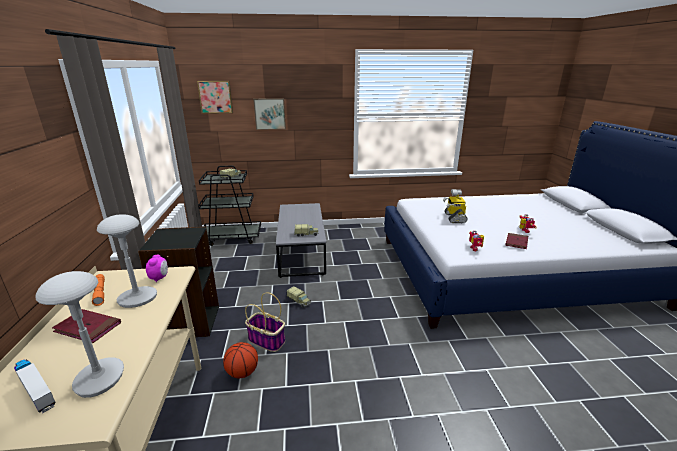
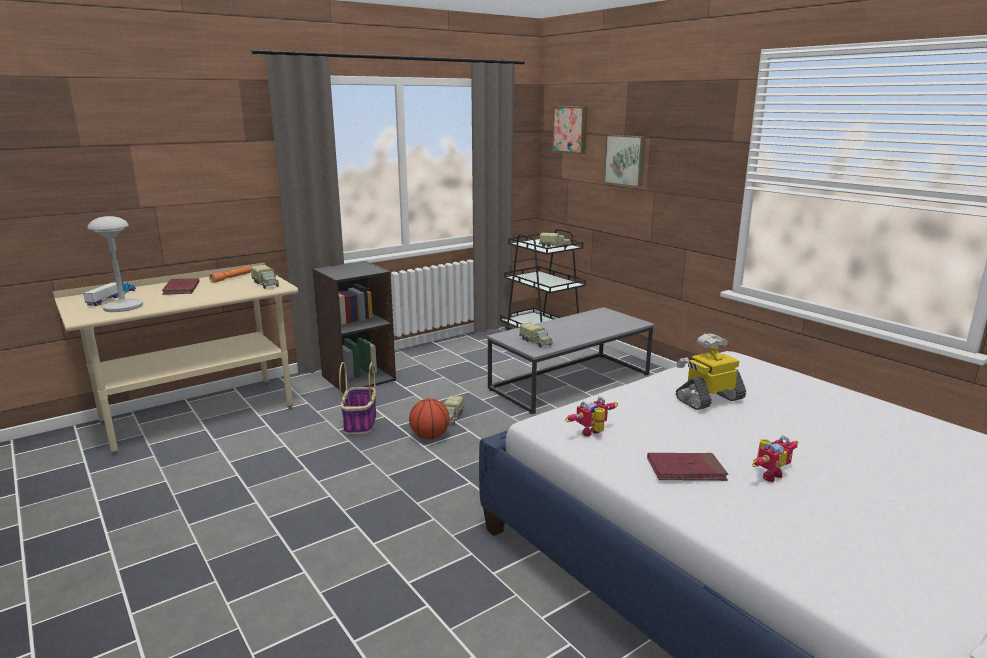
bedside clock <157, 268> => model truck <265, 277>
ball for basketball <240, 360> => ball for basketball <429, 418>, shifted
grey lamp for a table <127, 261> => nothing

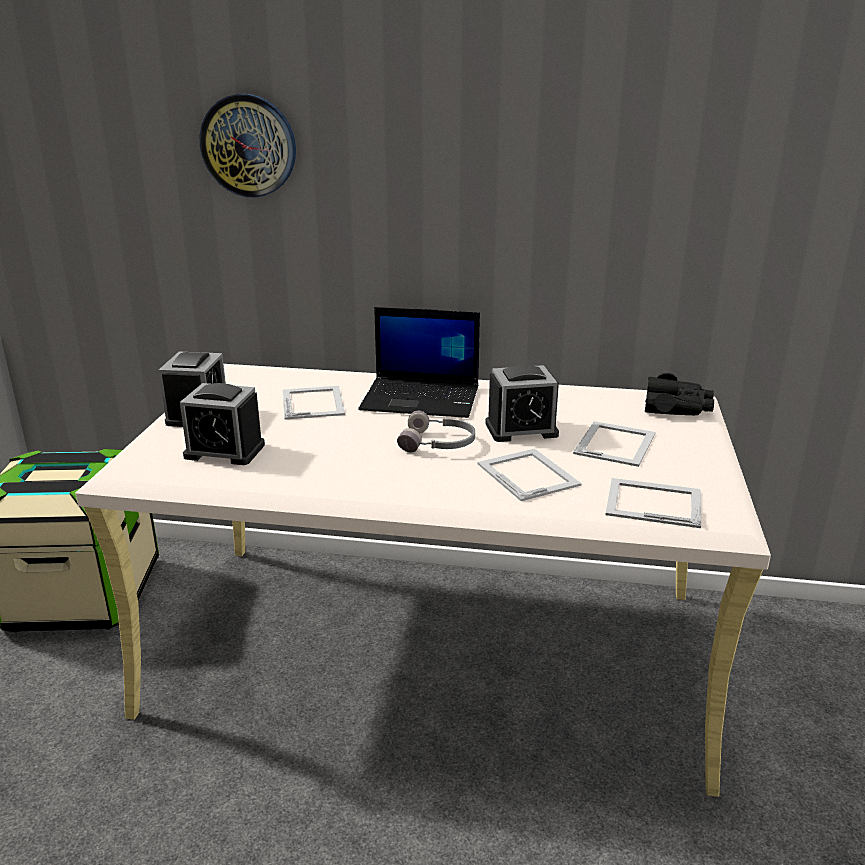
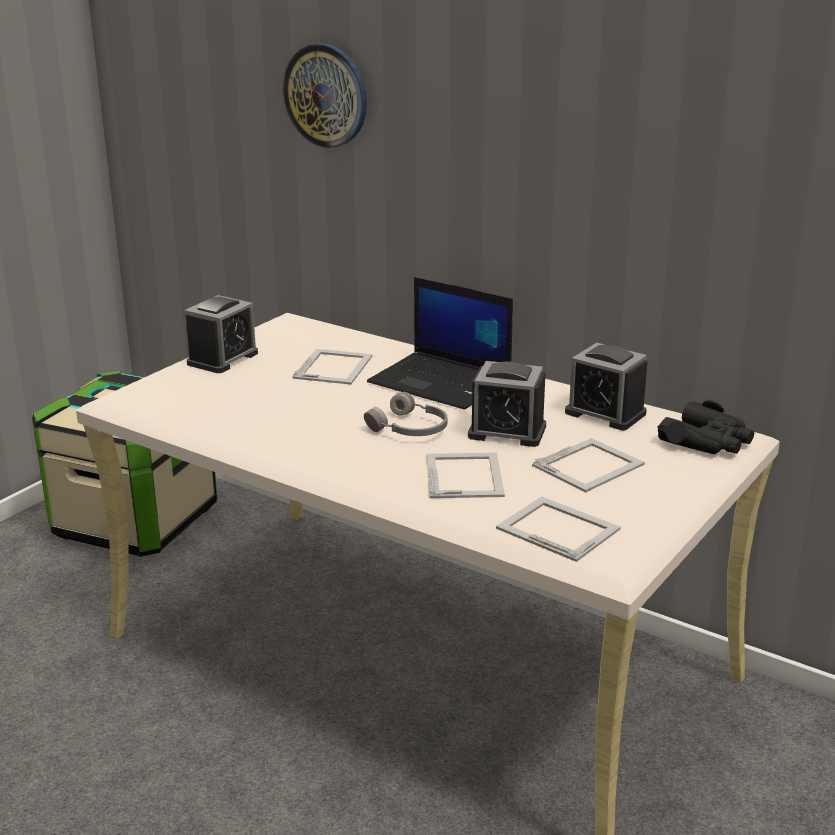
bedside clock <222, 424> => bedside clock <606, 386>, shifted

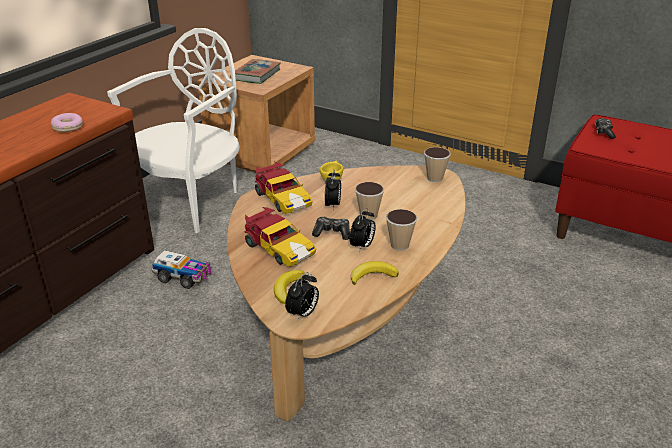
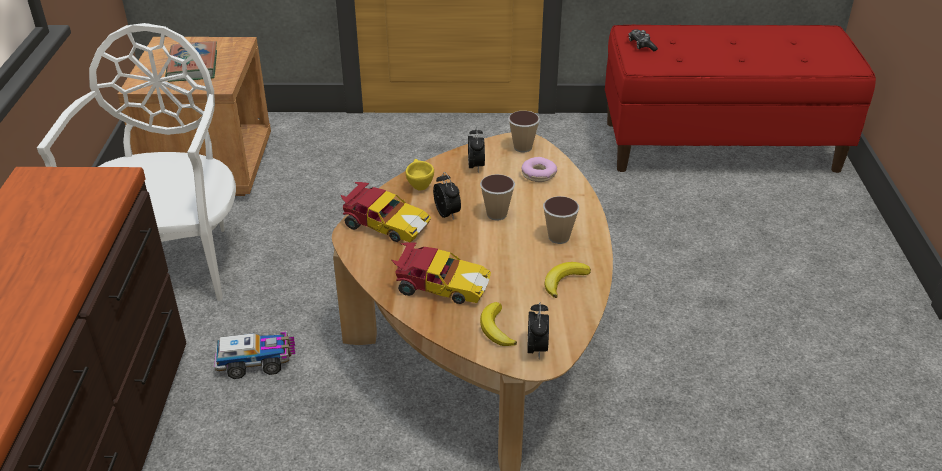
bedside clock <362, 230> => bedside clock <476, 149>, shifted
doughnut <67, 122> => doughnut <539, 169>, shifted
joypad <331, 228> => nothing

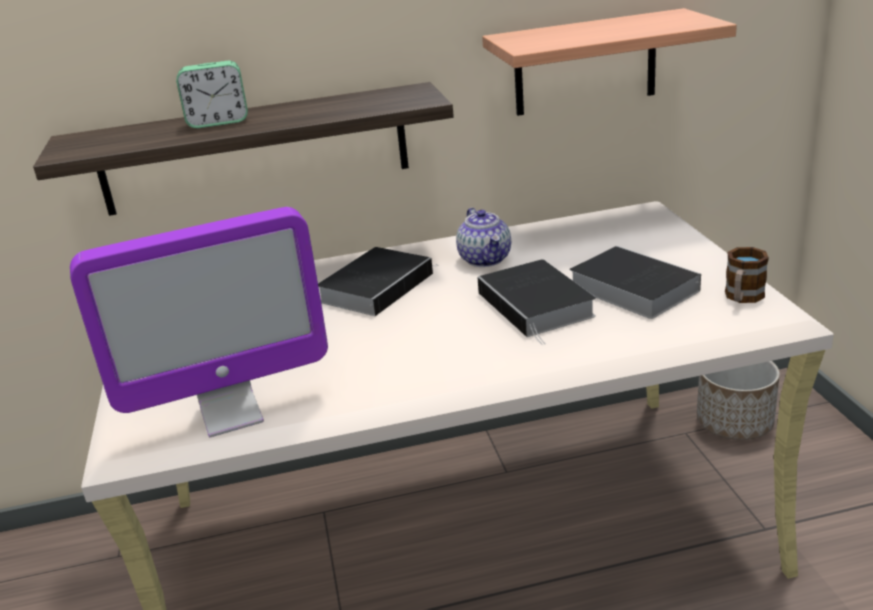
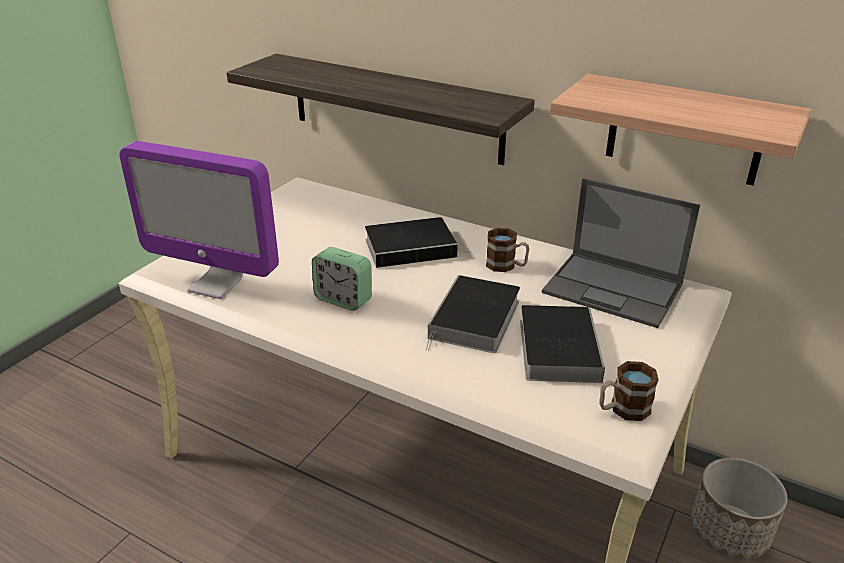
bedside clock <212, 94> => bedside clock <342, 279>, shifted
teapot <483, 237> => tea mug <507, 250>
nothing => laptop <621, 253>

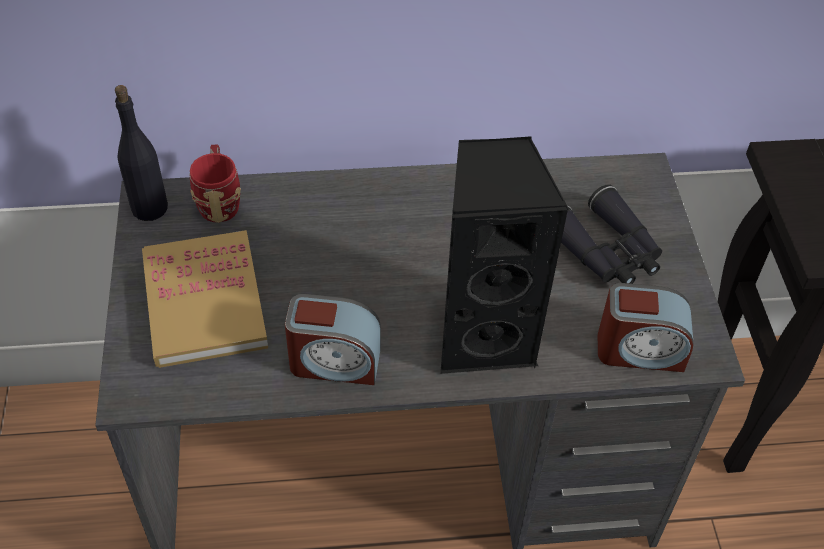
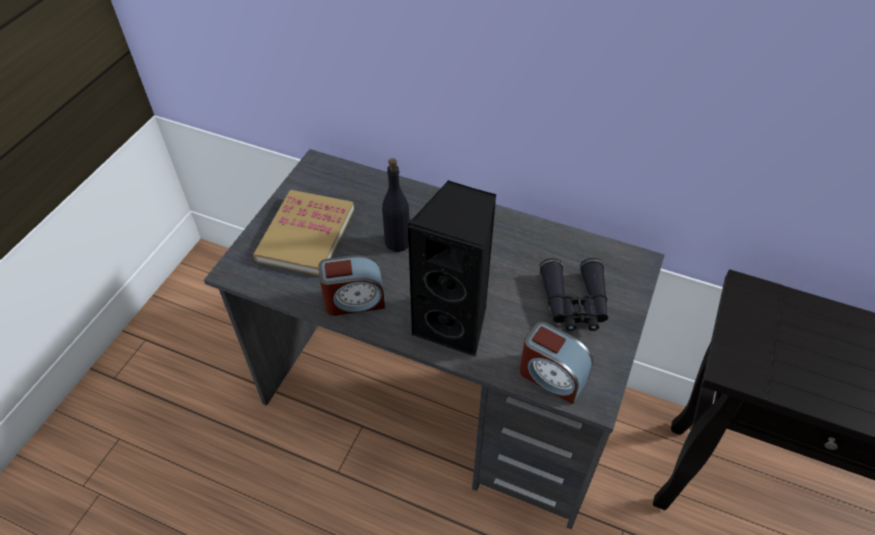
bedside clock <333, 339> => bedside clock <351, 285>, 45 degrees counterclockwise
blackish beverage bottle <141, 153> => blackish beverage bottle <396, 205>, shifted
reddish tea mug <215, 183> => nothing

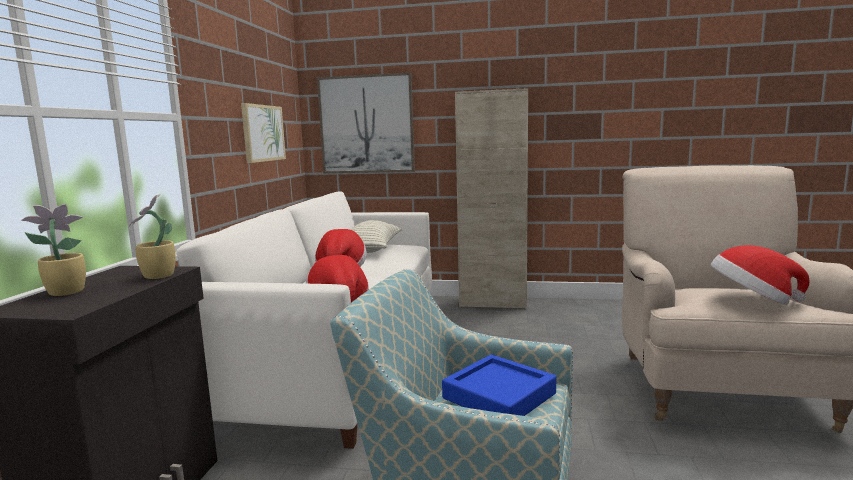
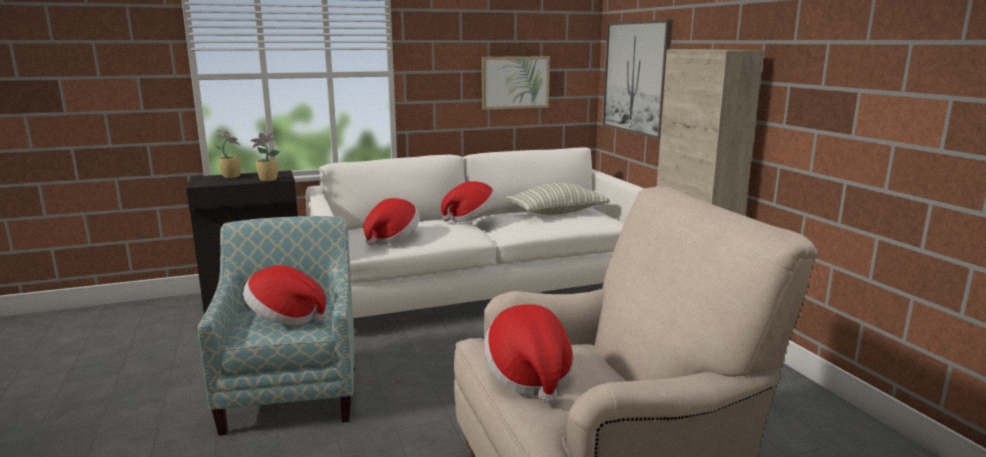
blue-coloured tray <499, 385> => wearable hat <284, 295>

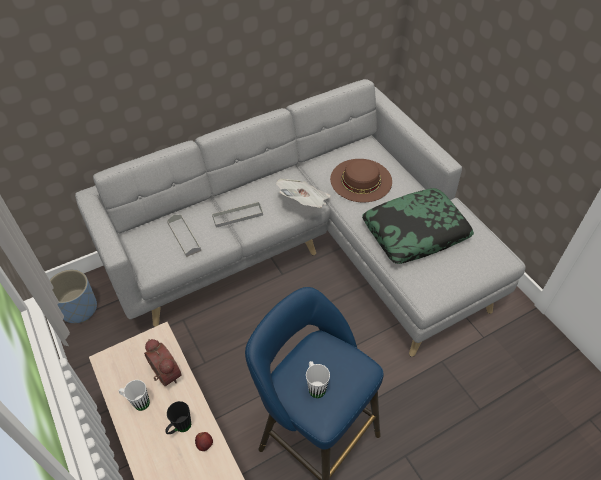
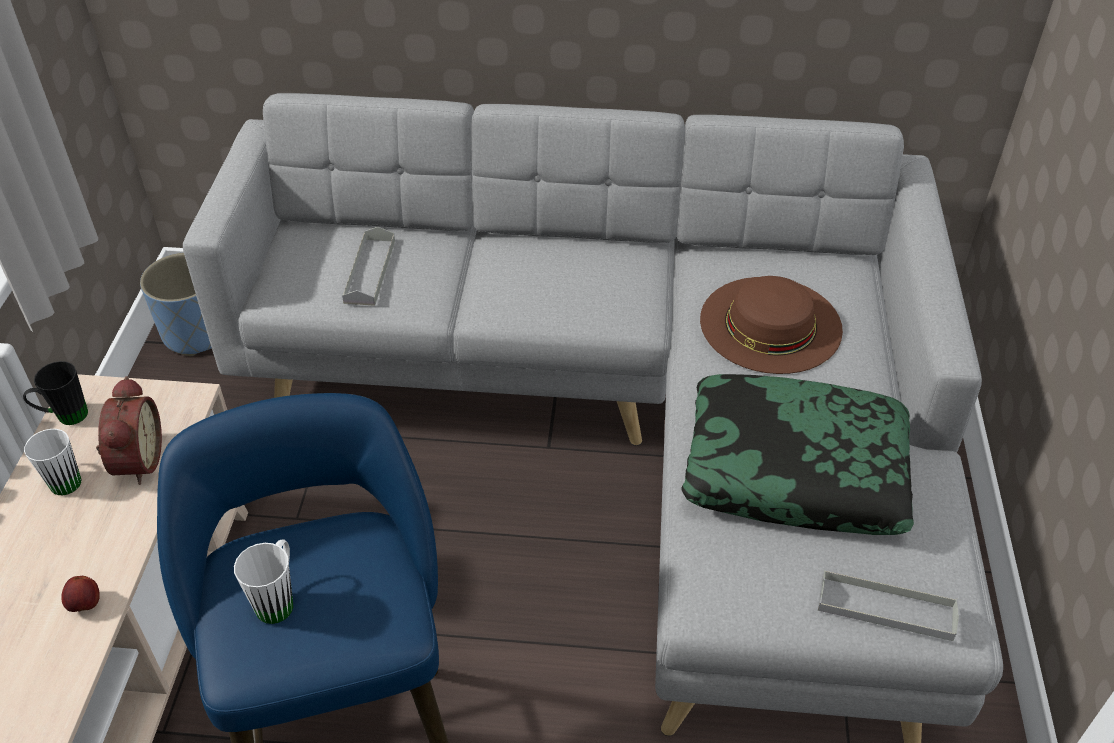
blackish tea mug <178, 417> => blackish tea mug <55, 393>, shifted
grey tray <237, 215> => grey tray <889, 605>, shifted
daily paper <303, 193> => nothing

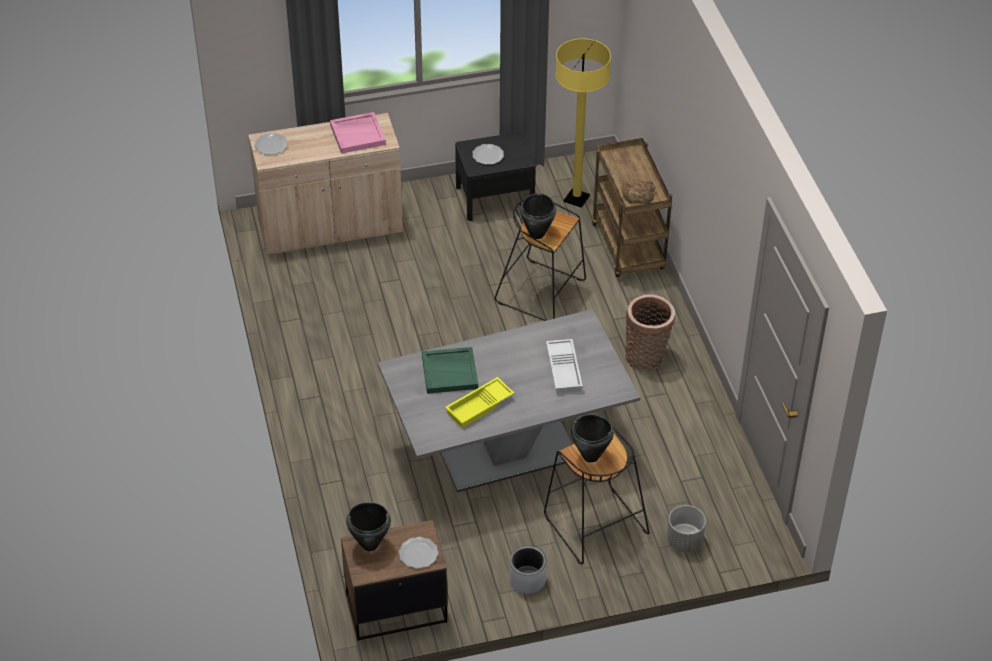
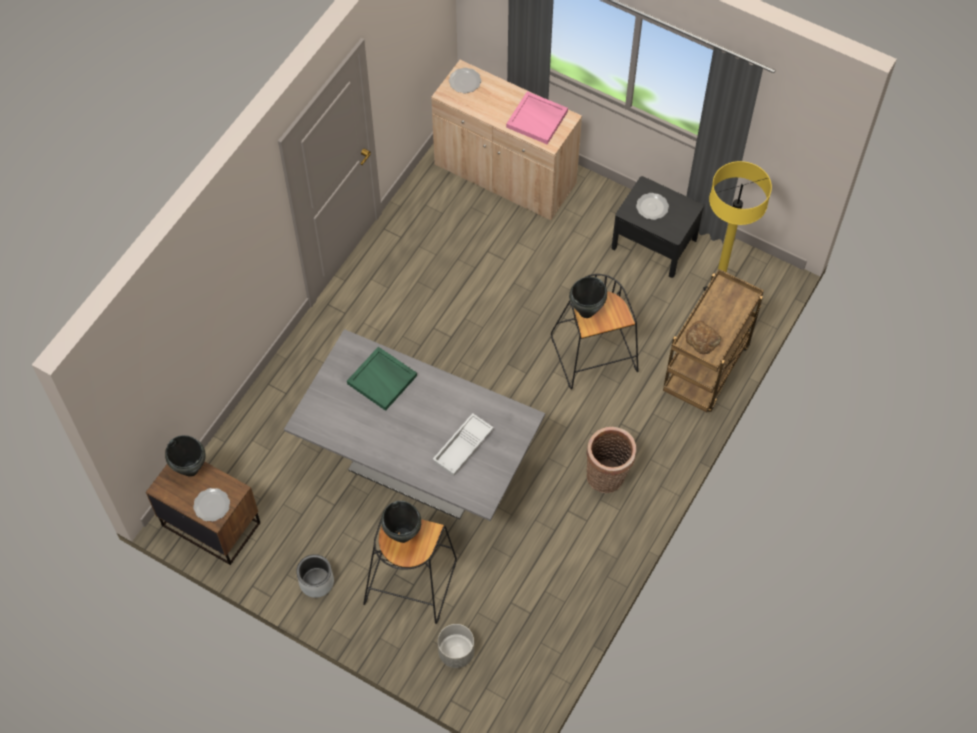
yellow-coloured tray <479, 402> => nothing

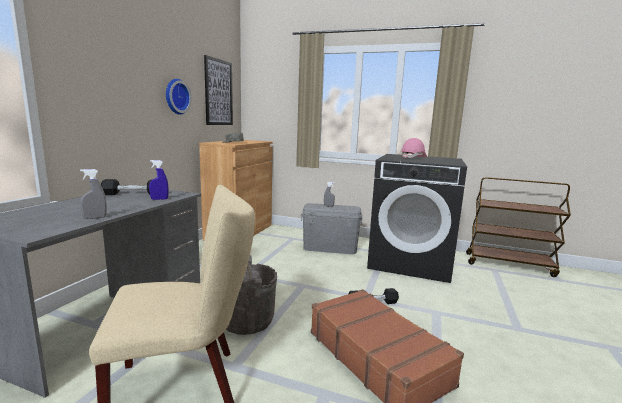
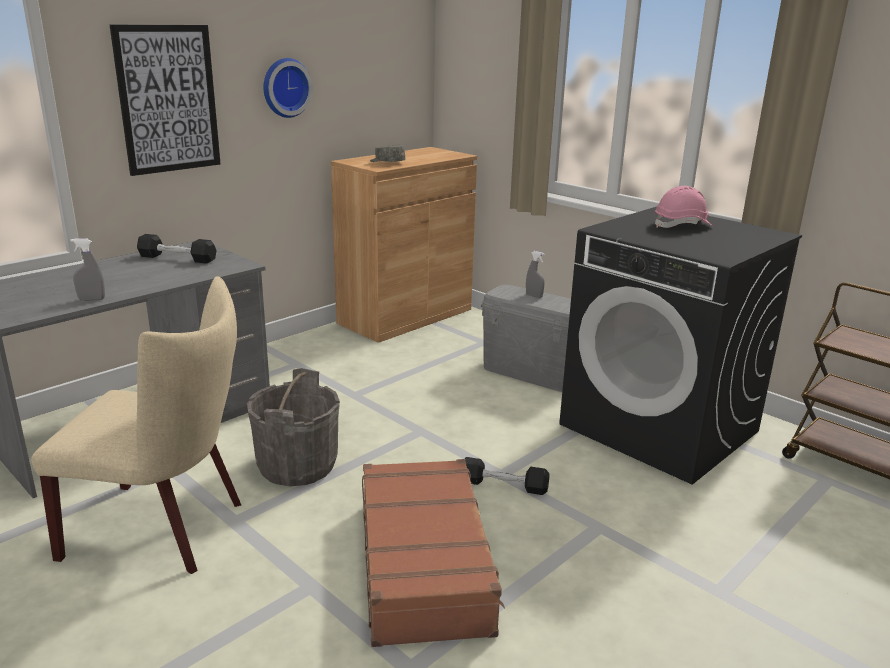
picture <218, 90> => picture <165, 100>, shifted
blue-coloured hand sprayer <159, 180> => nothing

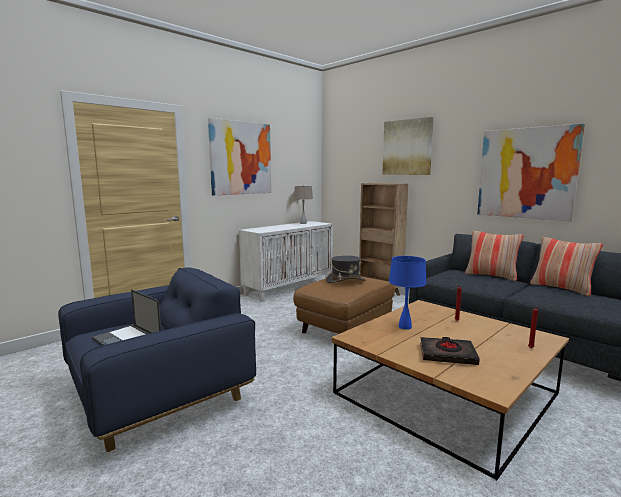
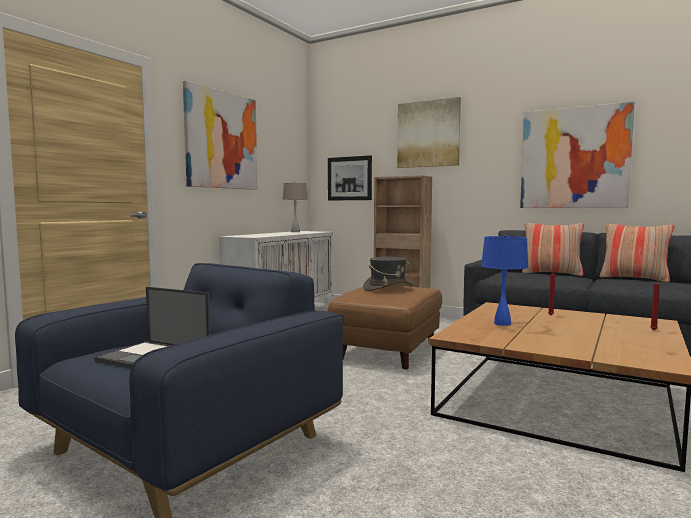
nothing => picture <350, 177>
blackish book <450, 351> => nothing

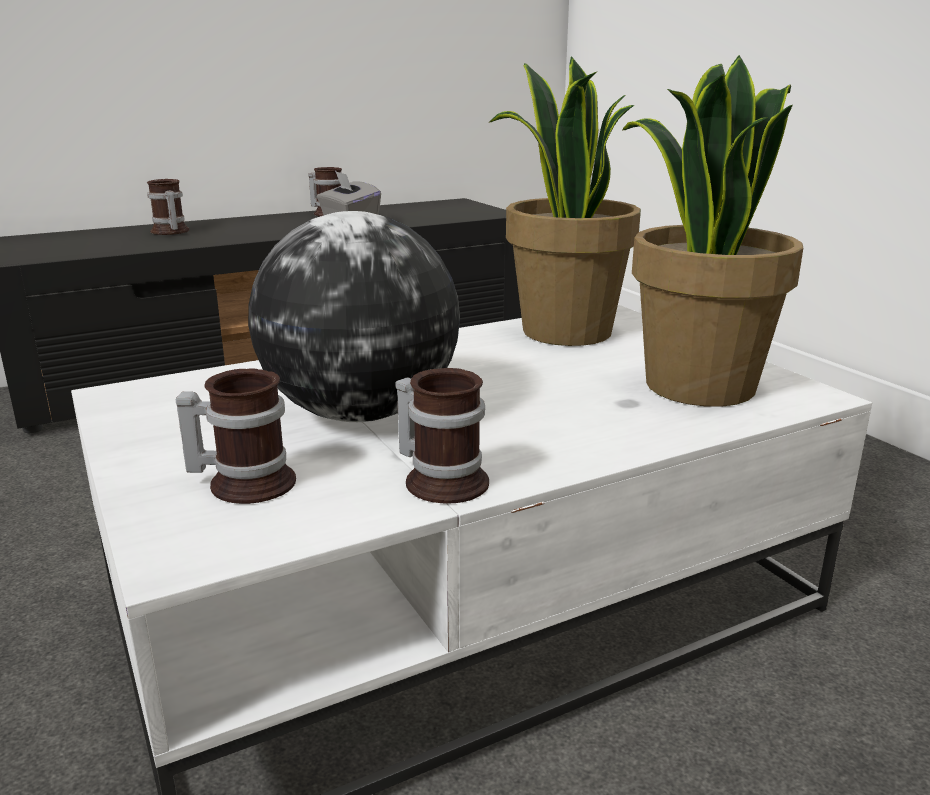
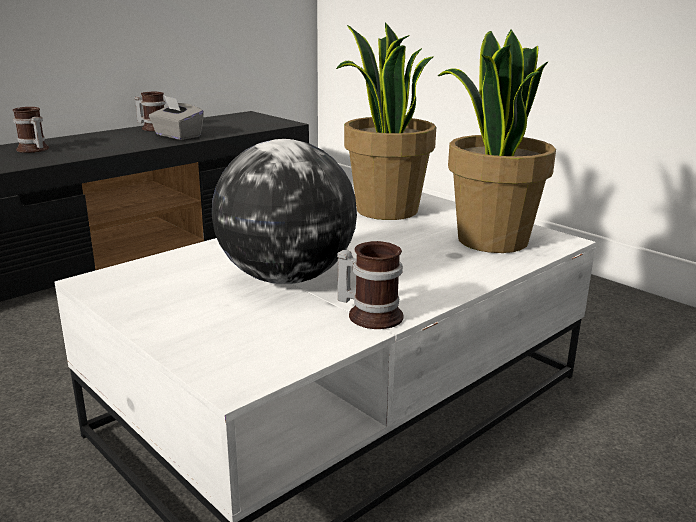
tea mug <236, 436> => nothing

